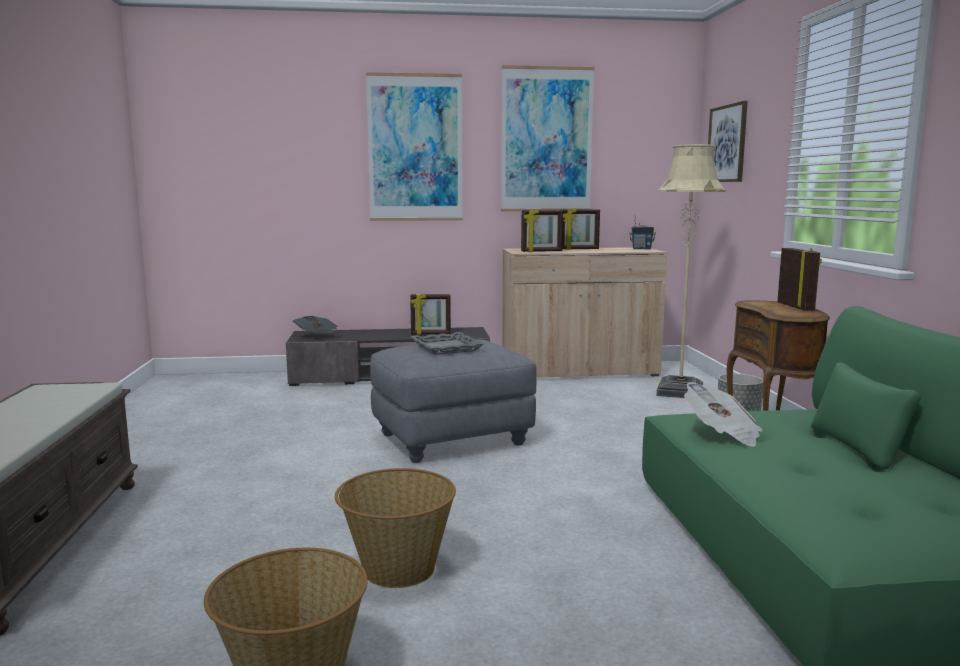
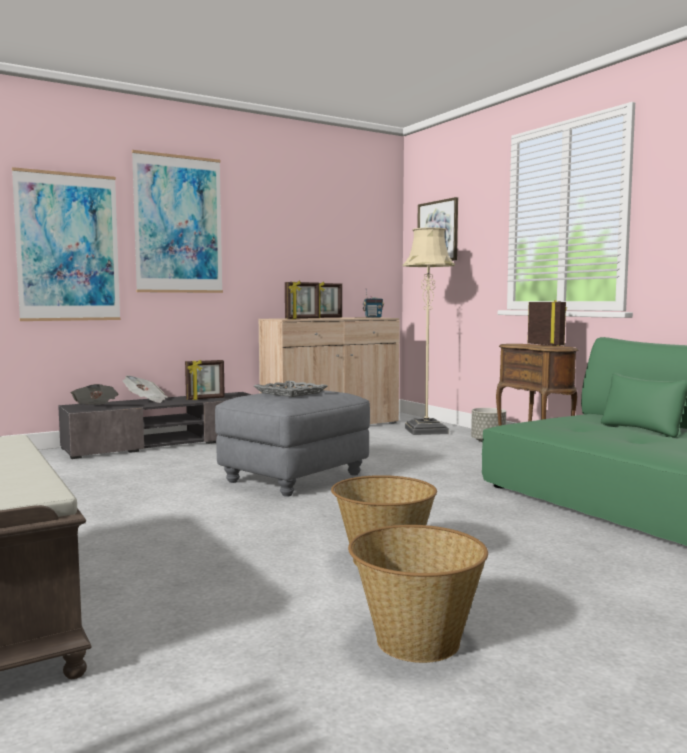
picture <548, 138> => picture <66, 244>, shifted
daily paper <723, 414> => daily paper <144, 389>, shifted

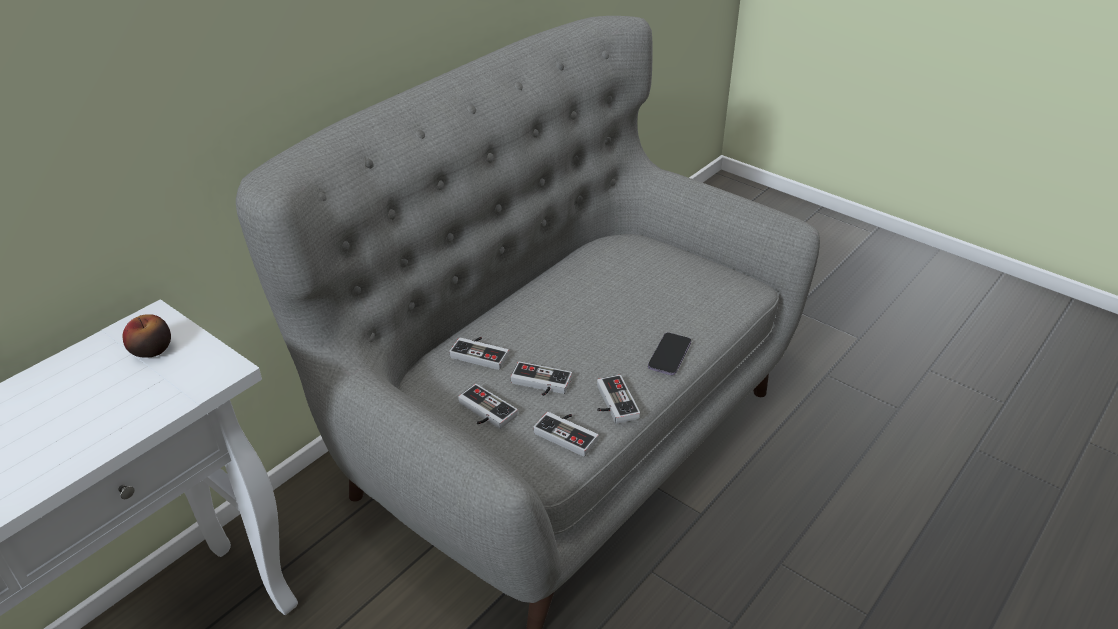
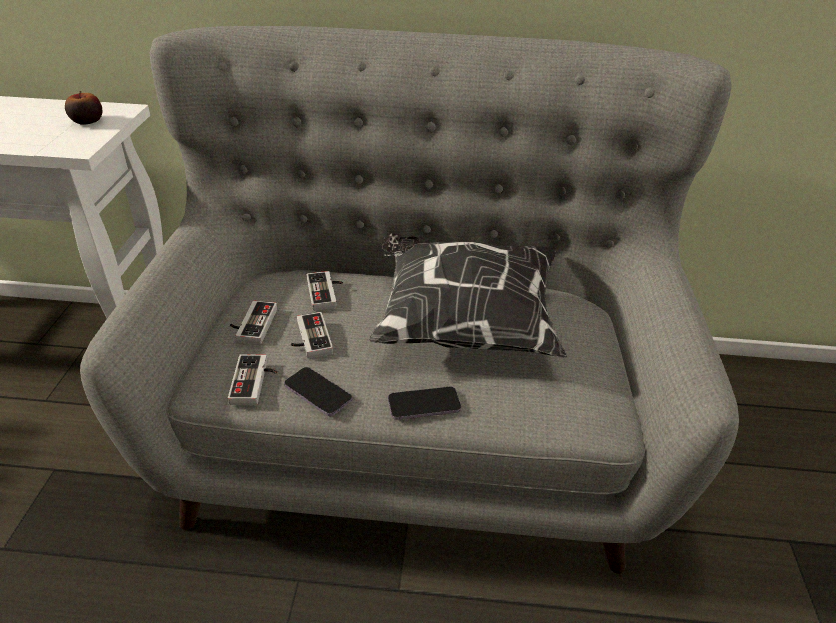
joypad <618, 399> => handset <318, 391>
nothing => cushion <468, 295>

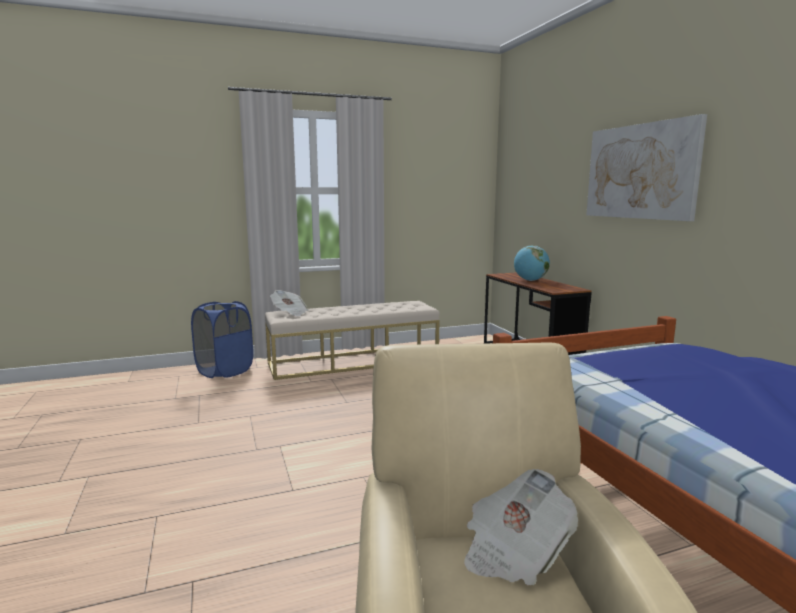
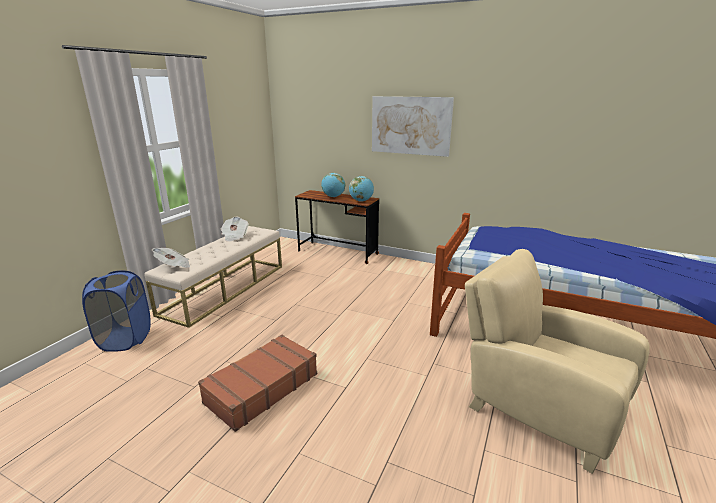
nothing => brown travel case <257, 383>
daily paper <521, 527> => daily paper <235, 229>, shifted
nothing => globe <361, 189>

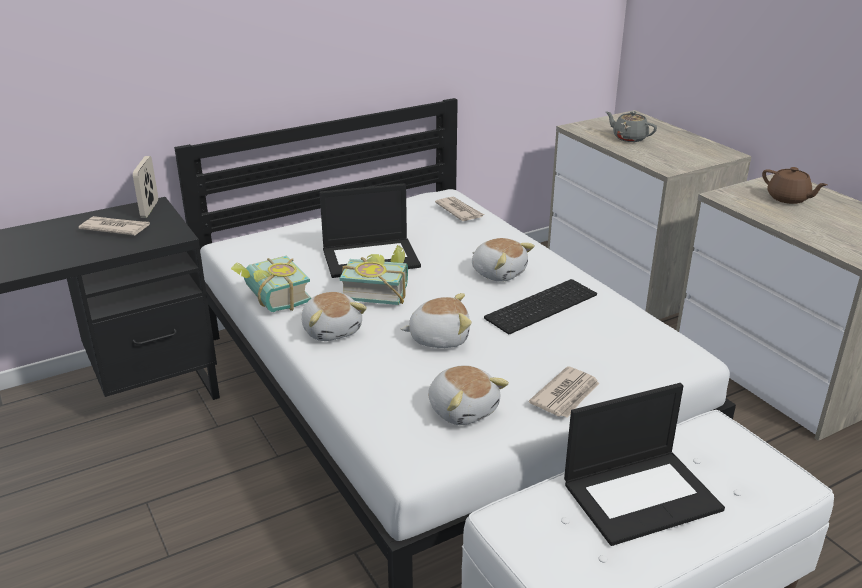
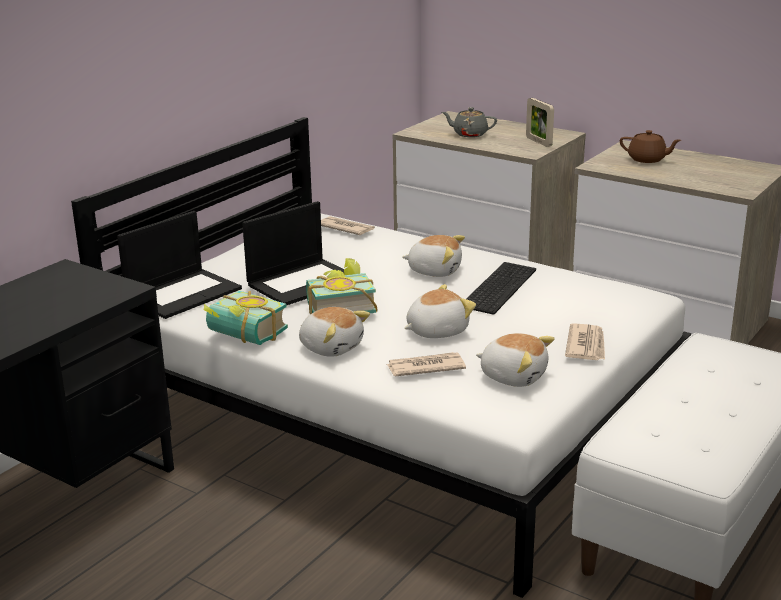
laptop <644, 464> => laptop <179, 265>, shifted
daily paper <114, 226> => daily paper <426, 364>, shifted
picture frame <145, 187> => picture frame <540, 122>, shifted

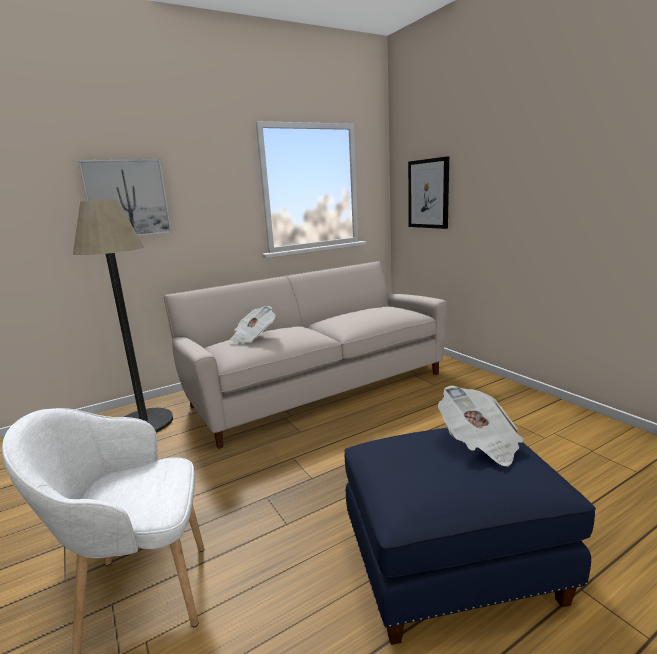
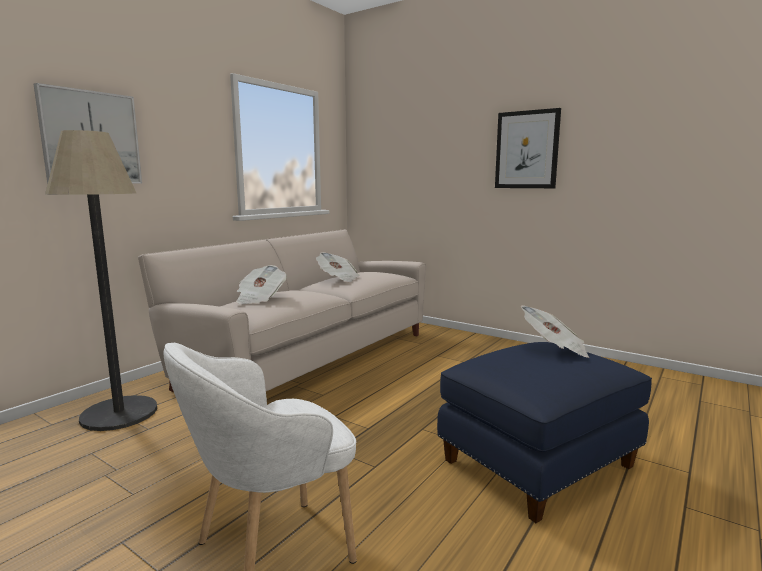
nothing => daily paper <338, 267>
picture <428, 192> => picture <528, 148>, shifted

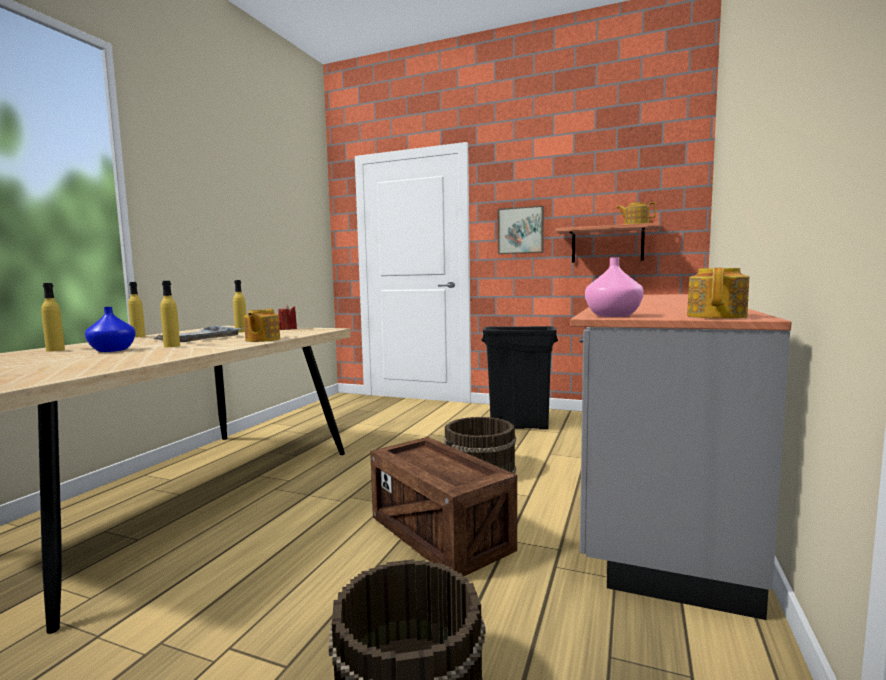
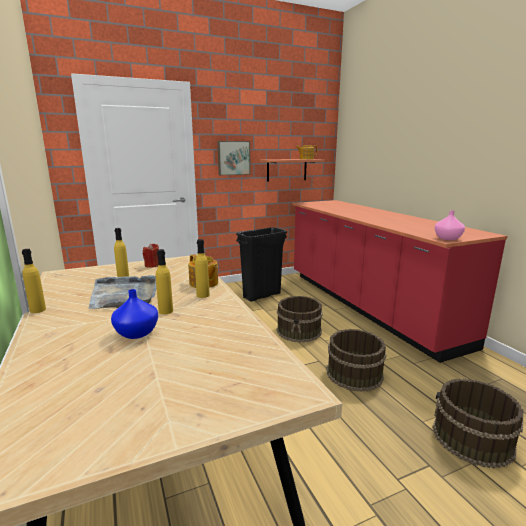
yellow-coloured beverage bottle <53, 317> => yellow-coloured beverage bottle <202, 268>, shifted
grey kitchen counter <681, 457> => reddish kitchen counter <400, 281>
packing crate <443, 507> => brown pail <356, 360>
teapot <718, 293> => nothing

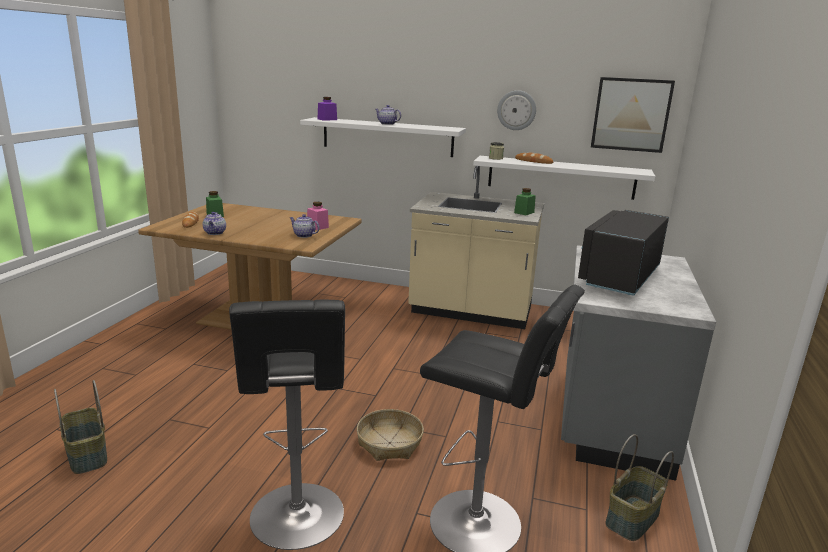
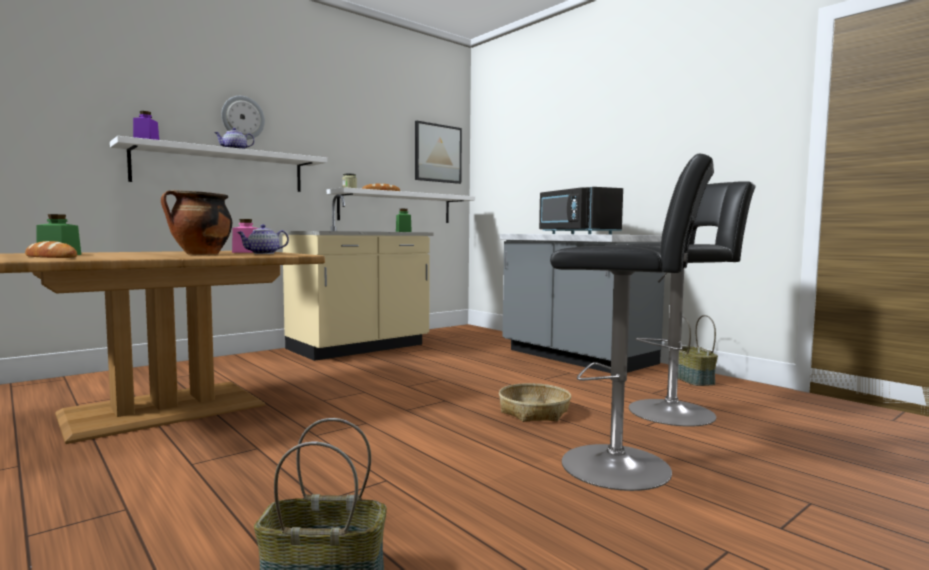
nothing => saucepot <196, 222>
wall clock <516, 110> => wall clock <243, 118>, shifted
teapot <214, 223> => nothing

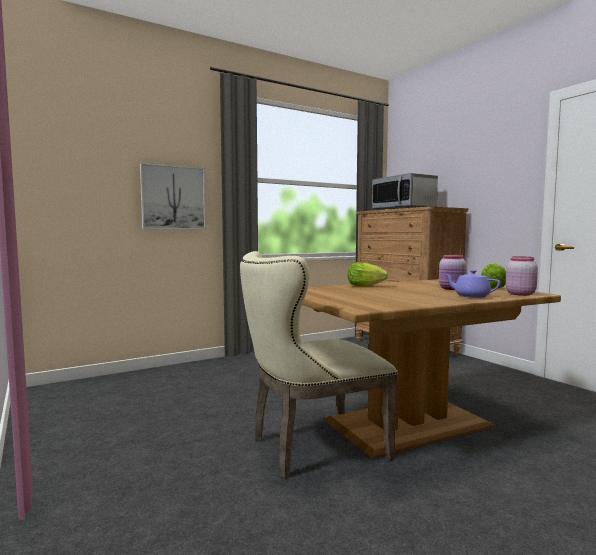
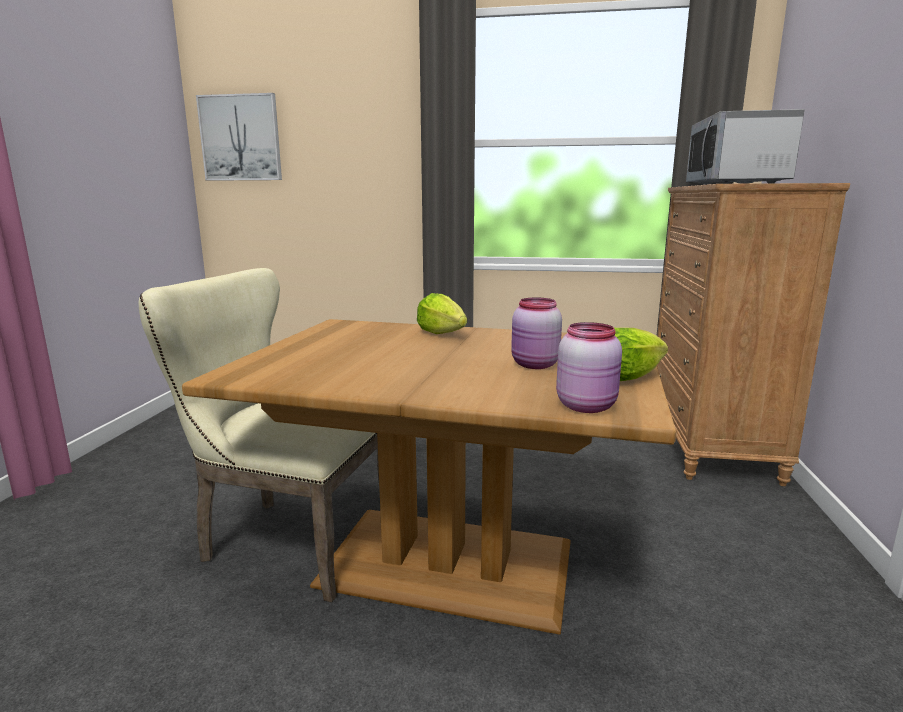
picture <173, 196> => picture <239, 137>, shifted
purple teapot <472, 284> => nothing

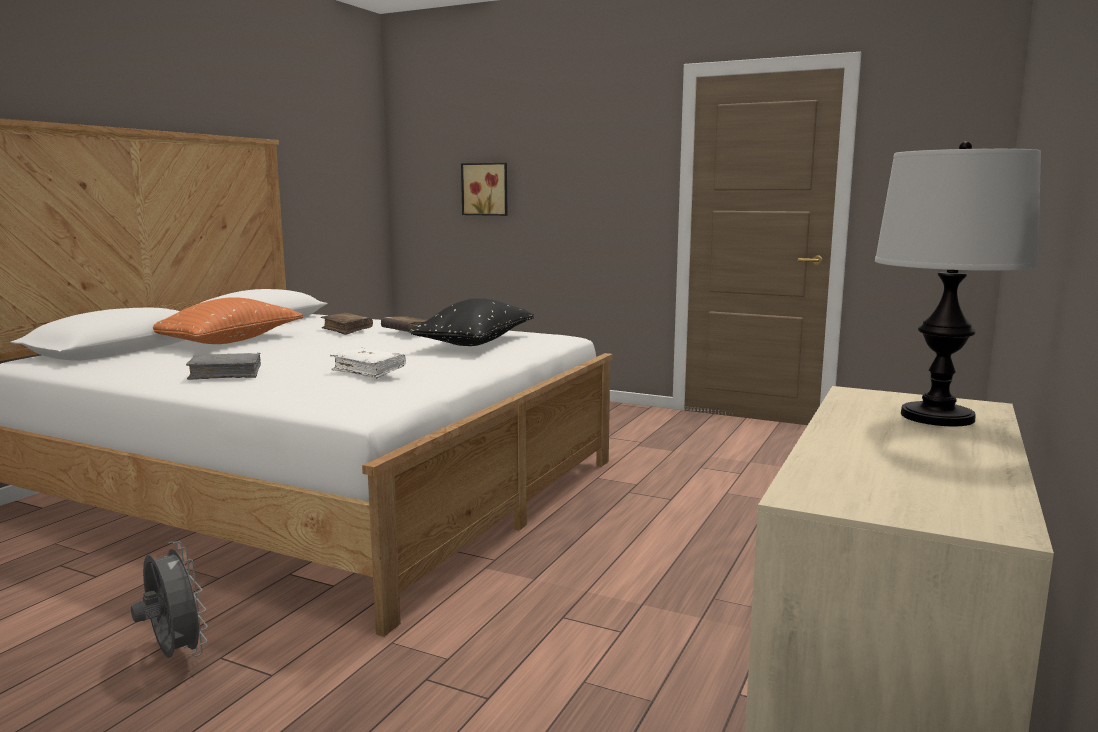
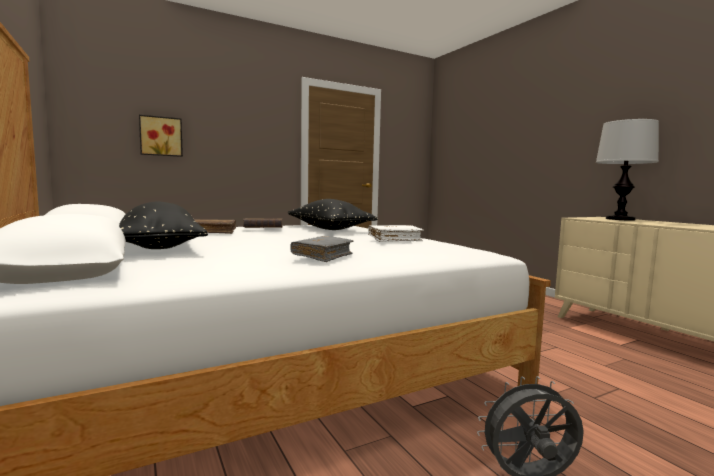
orange-coloured cushion <228, 320> => blackish cushion <163, 225>

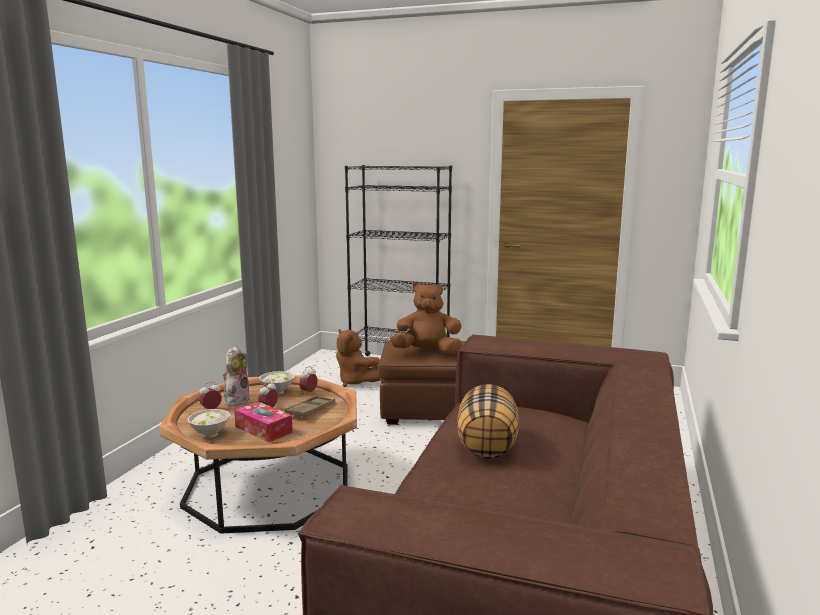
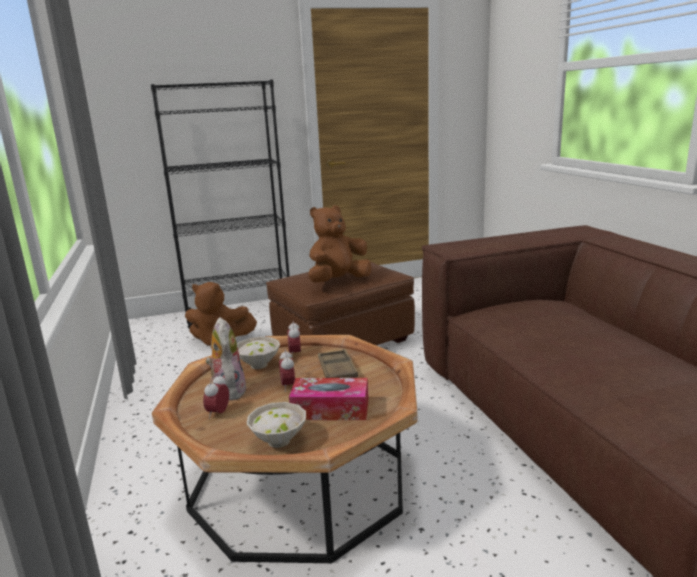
cushion <488, 421> => nothing

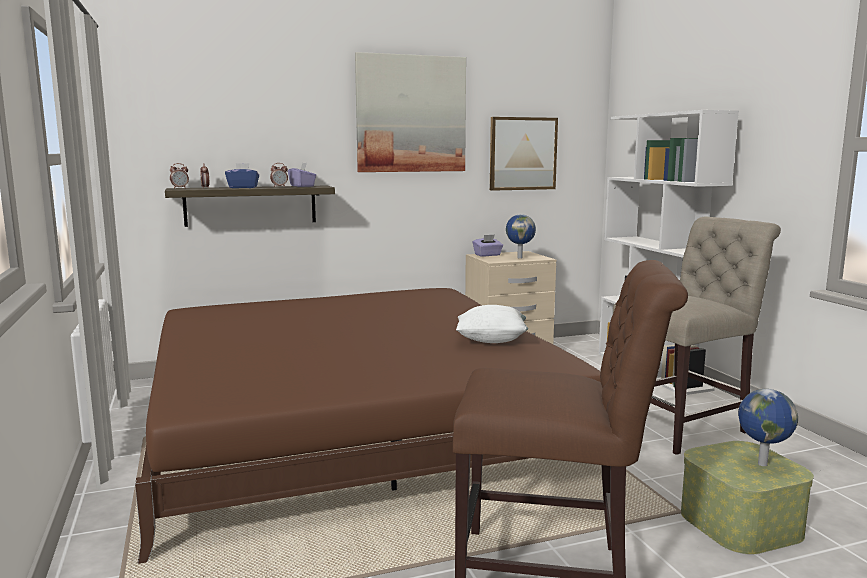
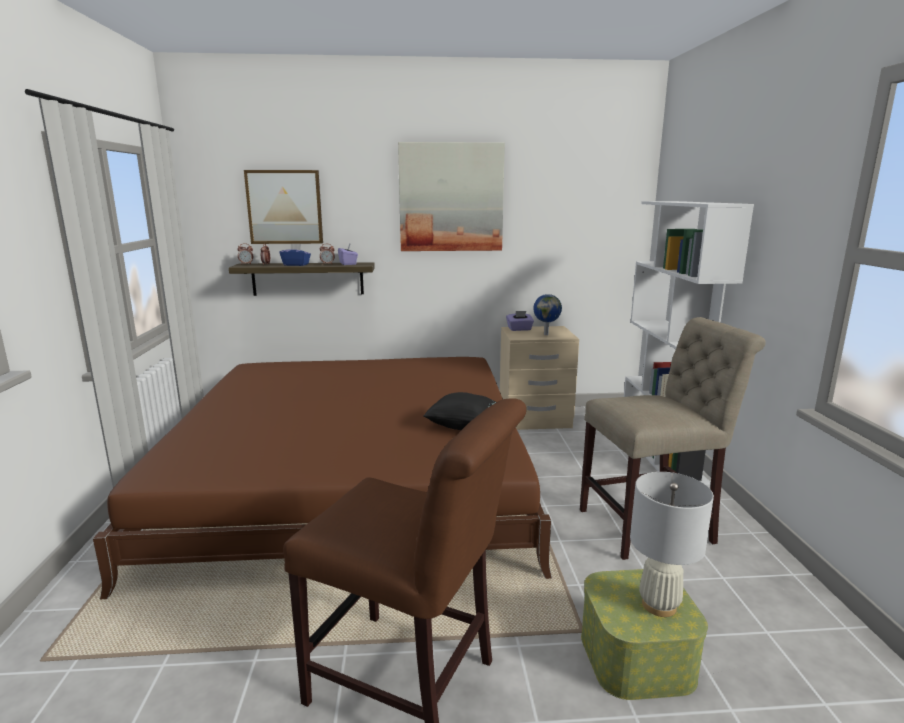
picture <524, 154> => picture <283, 207>, shifted
white cushion <492, 324> => blackish cushion <459, 411>
globe <768, 427> => white lamp for a table <672, 544>

